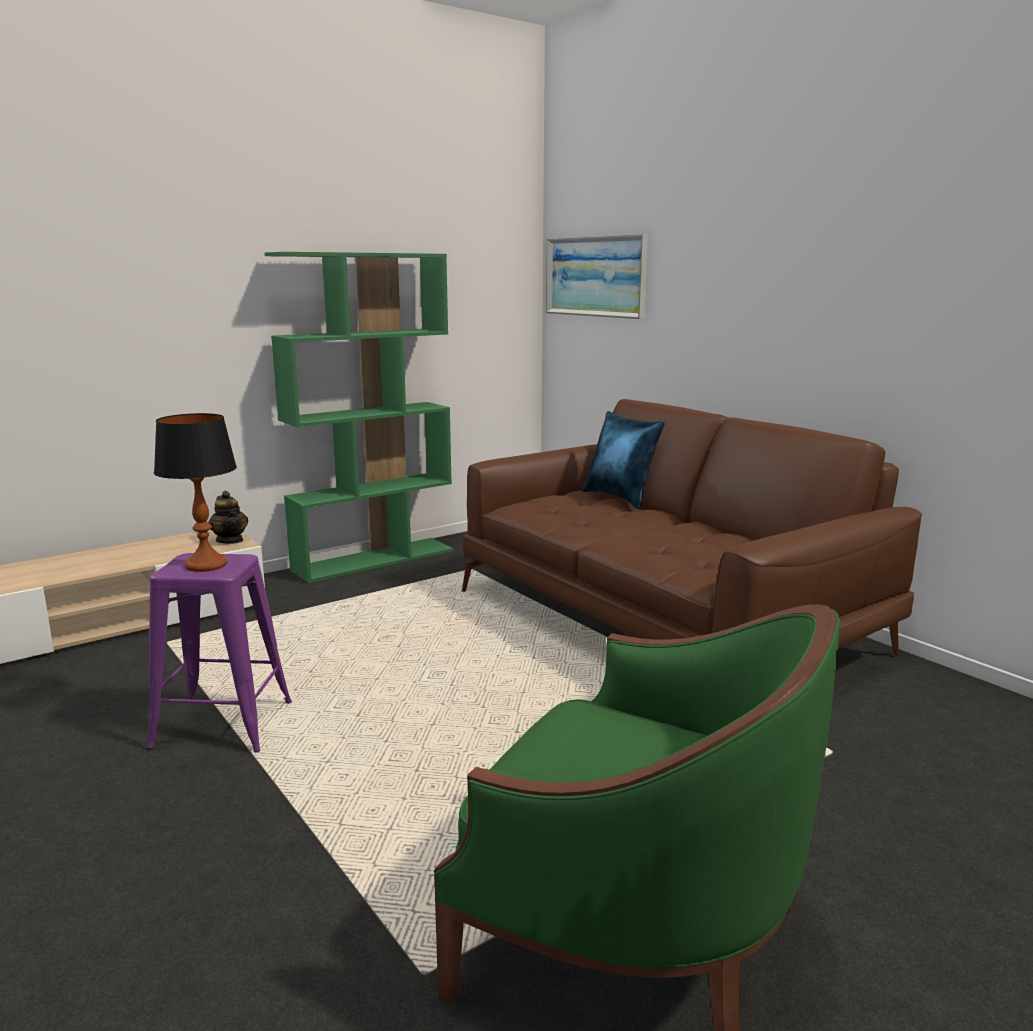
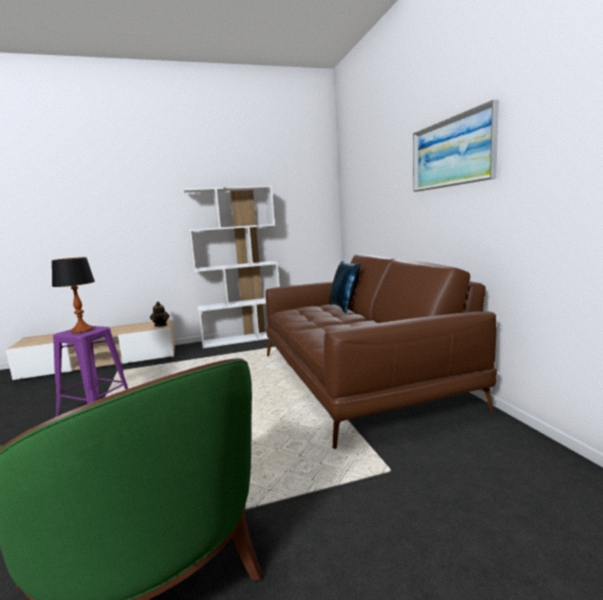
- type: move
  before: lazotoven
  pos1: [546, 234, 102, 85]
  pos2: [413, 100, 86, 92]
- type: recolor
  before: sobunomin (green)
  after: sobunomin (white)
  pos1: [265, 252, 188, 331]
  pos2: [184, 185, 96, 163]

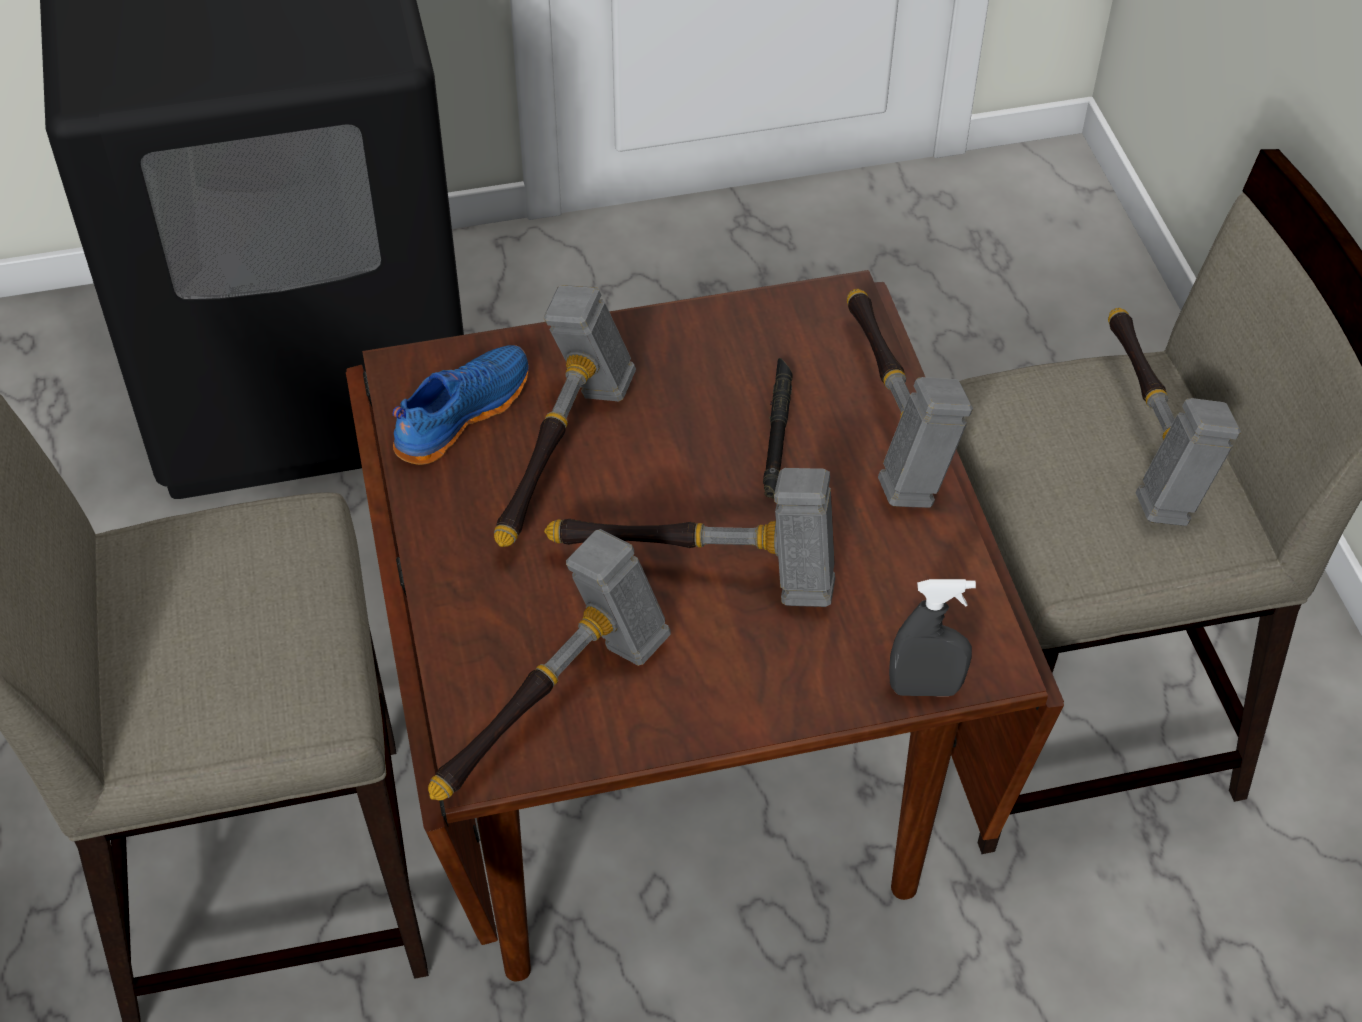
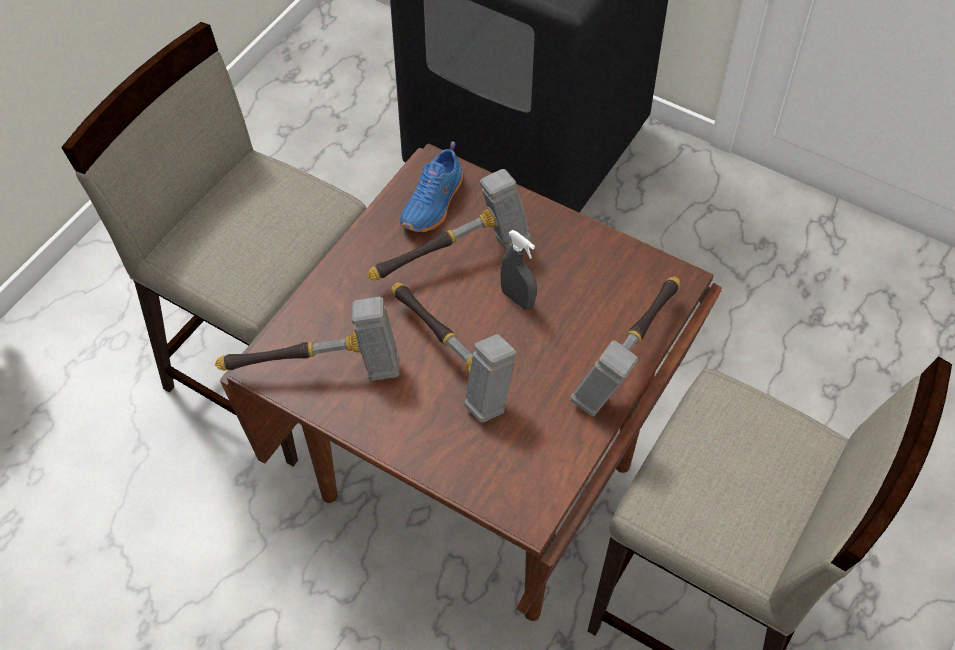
- type: delete
  before: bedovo
  pos1: [1108, 308, 133, 218]
- type: rotate
  before: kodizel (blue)
  pos1: [393, 345, 136, 120]
  pos2: [400, 141, 63, 91]
  turn: 120
- type: delete
  before: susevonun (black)
  pos1: [763, 358, 30, 141]
- type: move
  before: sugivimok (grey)
  pos1: [889, 579, 87, 117]
  pos2: [500, 230, 37, 80]

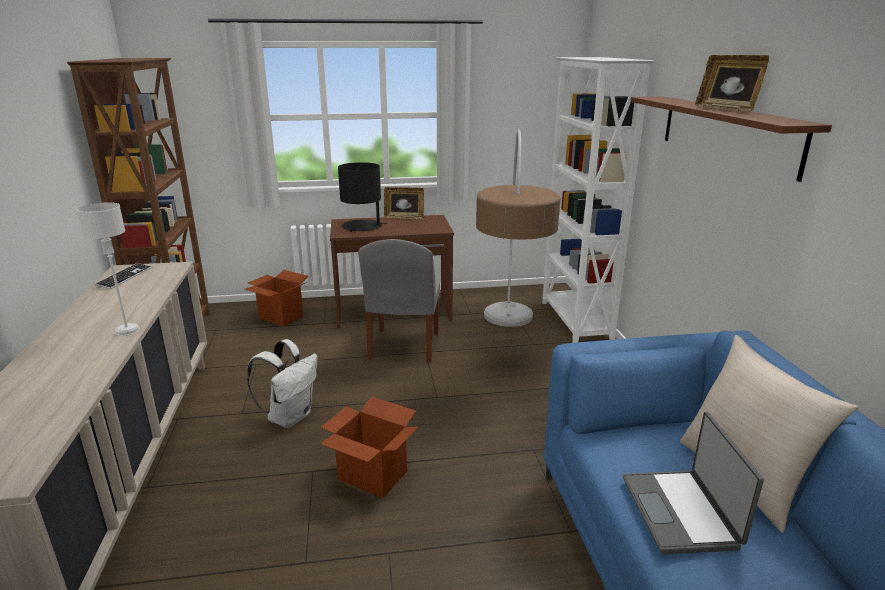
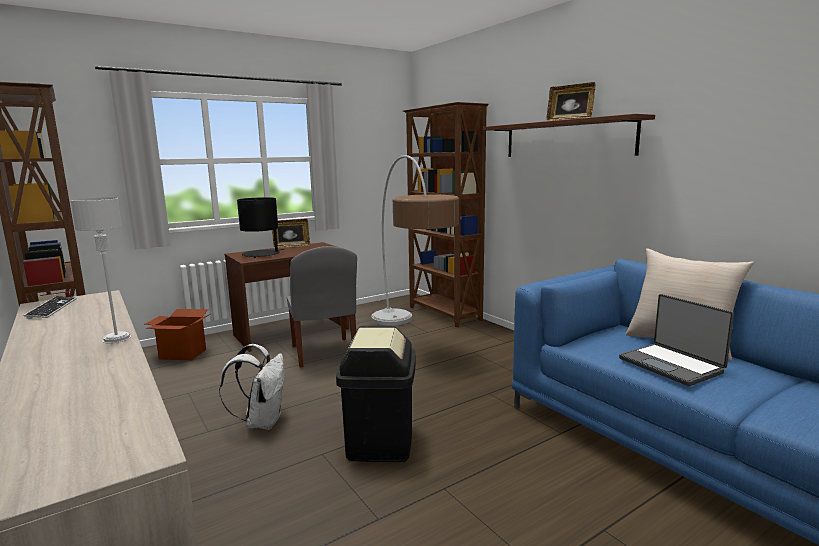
- type: recolor
  before: sobunomin (white)
  after: sobunomin (brown)
  pos1: [542, 57, 112, 286]
  pos2: [403, 102, 86, 225]
- type: replace
  before: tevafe
  after: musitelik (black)
  pos1: [320, 396, 99, 102]
  pos2: [336, 326, 79, 136]

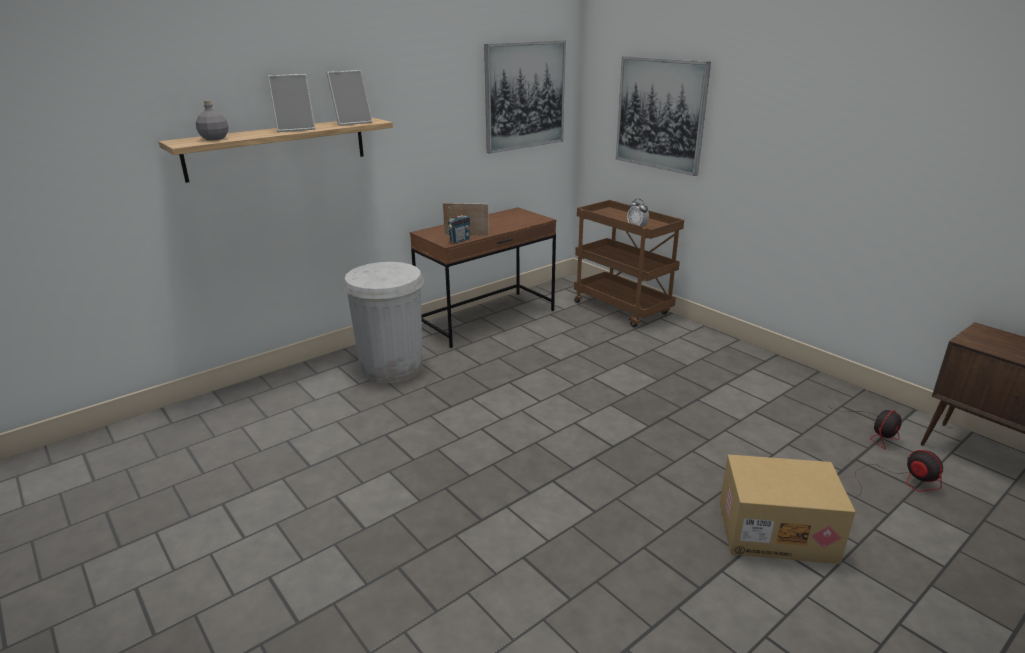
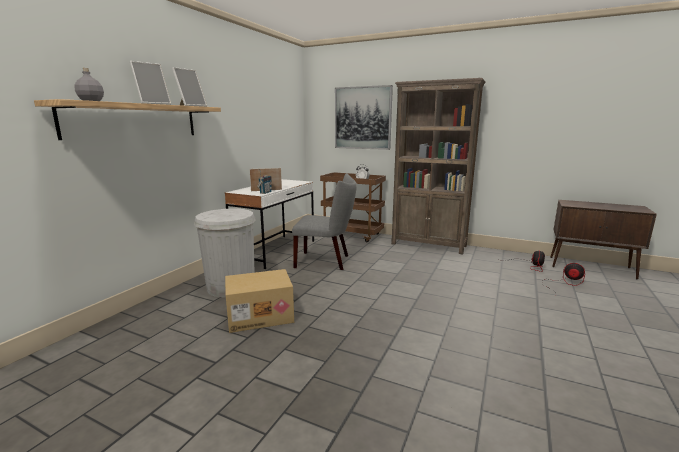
- type: delete
  before: lazotoven
  pos1: [484, 40, 82, 114]
- type: recolor
  before: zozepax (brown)
  after: zozepax (white)
  pos1: [410, 207, 146, 141]
  pos2: [225, 179, 89, 90]
- type: move
  before: tevafe
  pos1: [720, 454, 135, 110]
  pos2: [225, 269, 69, 64]
- type: insert
  after: sobunomin (brown)
  pos2: [391, 78, 95, 176]
- type: insert
  after: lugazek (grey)
  pos2: [292, 173, 65, 97]

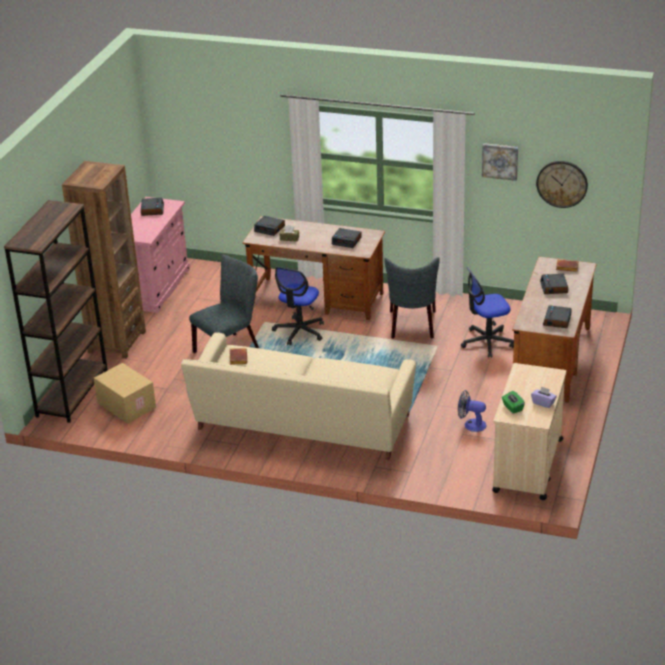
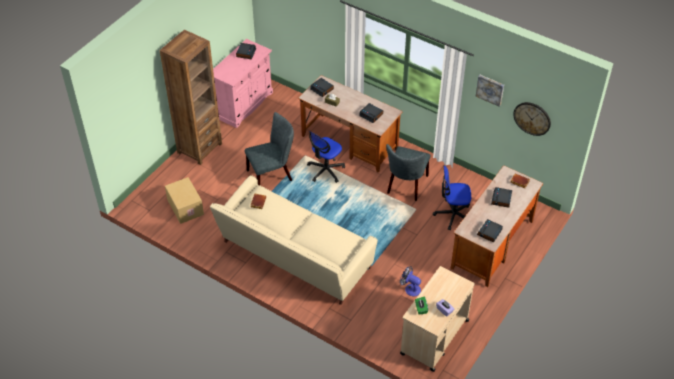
- type: delete
  before: sobunomin (brown)
  pos1: [4, 200, 104, 223]

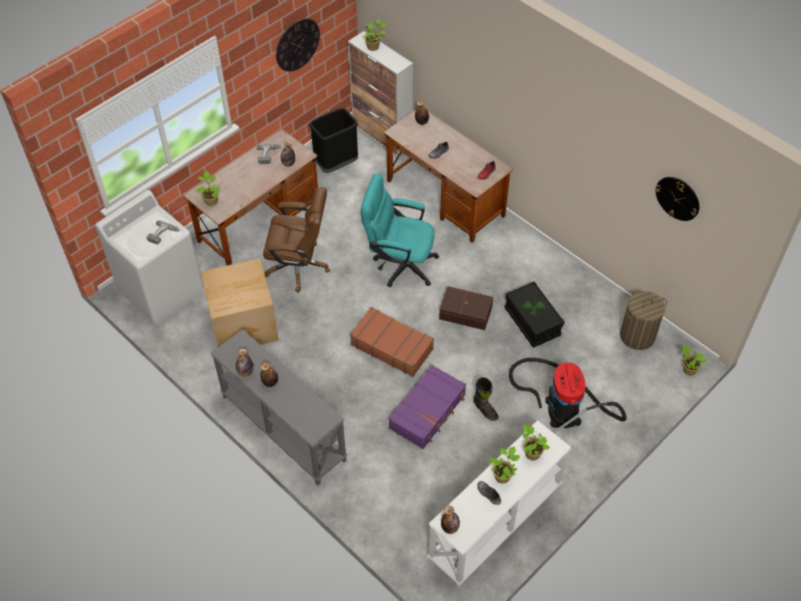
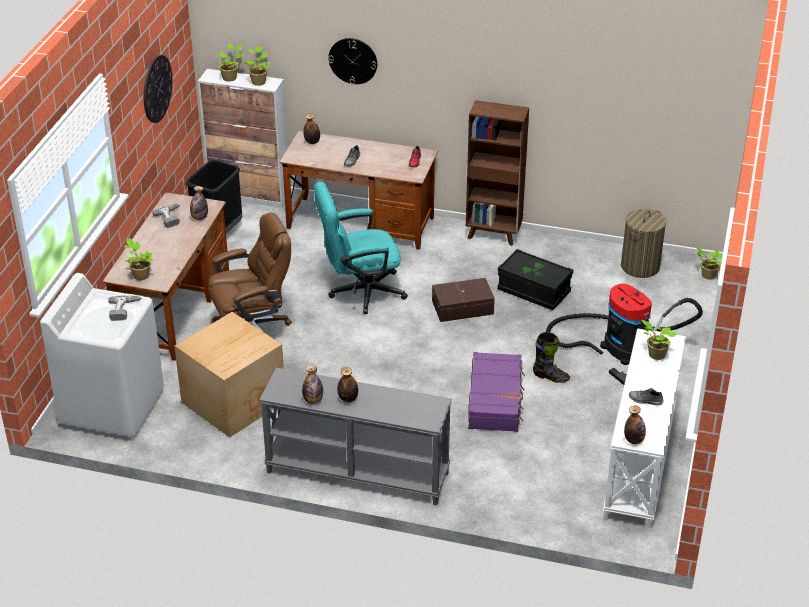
- type: move
  before: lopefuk
  pos1: [655, 177, 44, 44]
  pos2: [328, 38, 49, 47]
- type: delete
  before: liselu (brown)
  pos1: [350, 307, 84, 70]
- type: move
  before: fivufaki
  pos1: [489, 446, 31, 38]
  pos2: [243, 46, 27, 40]
- type: insert
  after: sobunomin (brown)
  pos2: [466, 100, 63, 146]

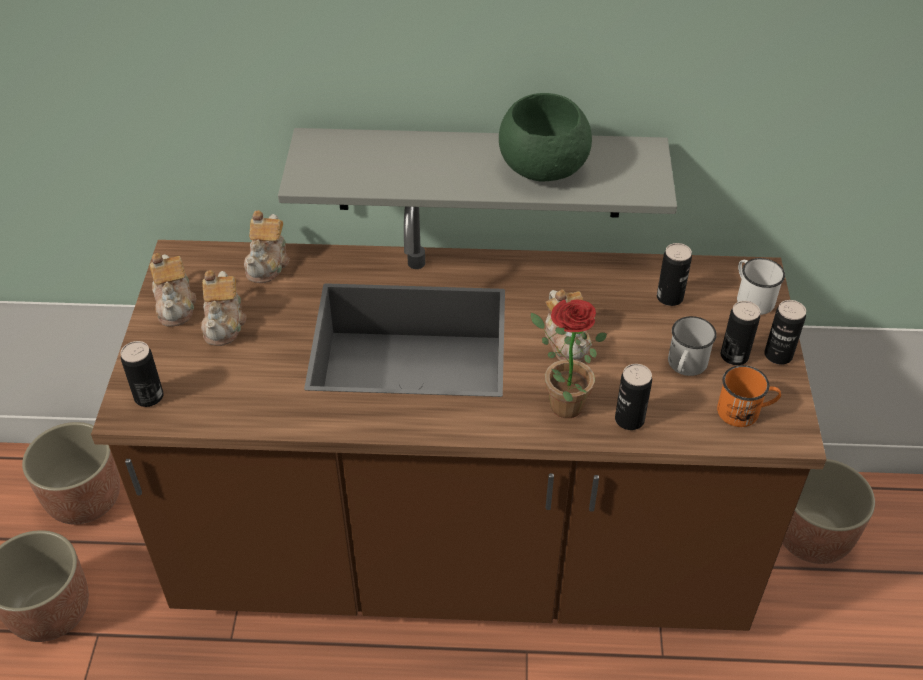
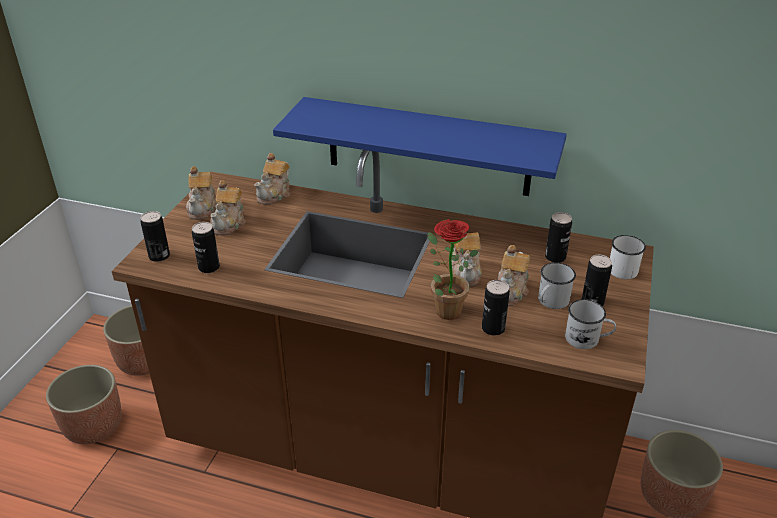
- type: delete
  before: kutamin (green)
  pos1: [499, 93, 93, 89]
- type: recolor
  before: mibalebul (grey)
  after: mibalebul (blue)
  pos1: [278, 128, 399, 90]
  pos2: [273, 97, 294, 99]
- type: move
  before: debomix
  pos1: [764, 300, 42, 65]
  pos2: [192, 222, 28, 51]
- type: recolor
  before: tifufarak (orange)
  after: tifufarak (white)
  pos1: [717, 365, 64, 62]
  pos2: [565, 299, 51, 50]
- type: insert
  after: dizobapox
  pos2: [498, 245, 32, 61]

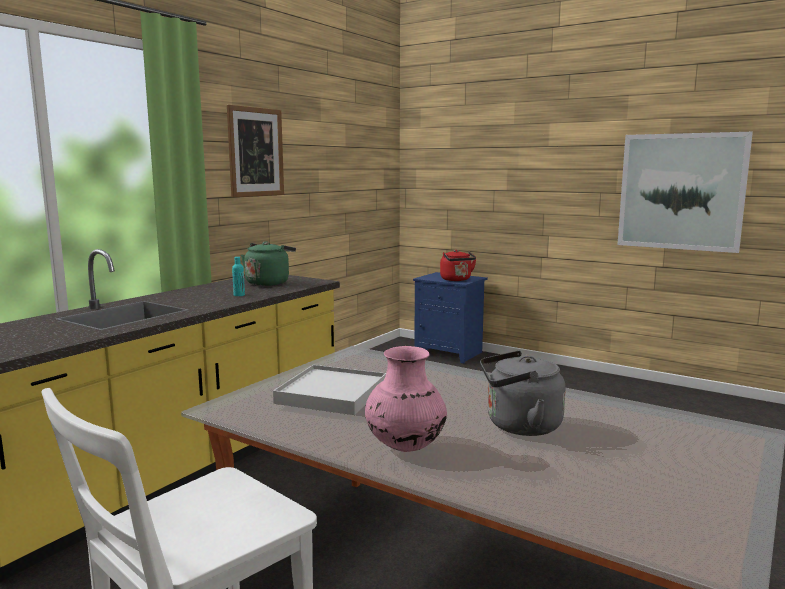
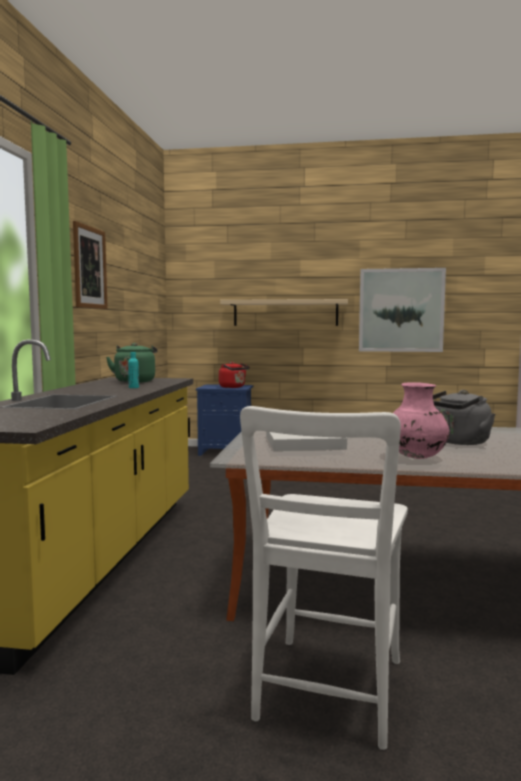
- type: insert
  after: mibalebul (beige)
  pos2: [220, 299, 128, 27]

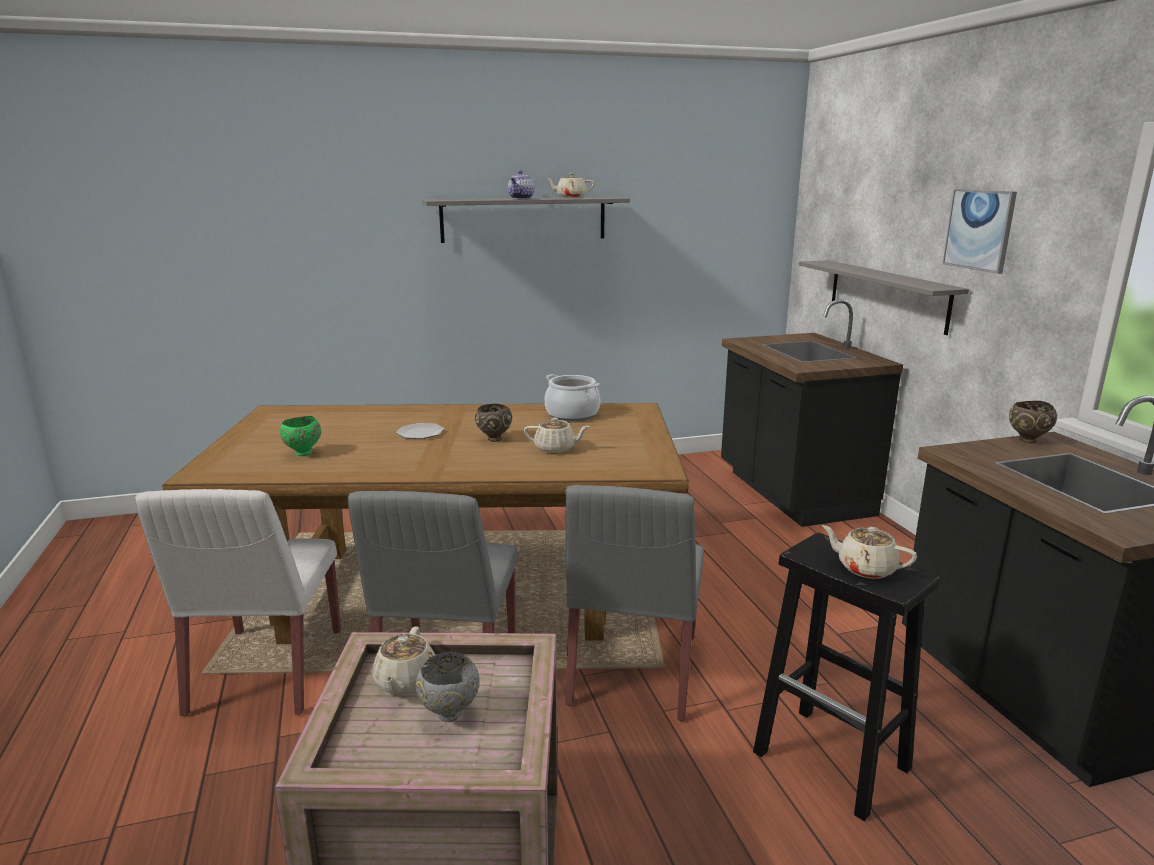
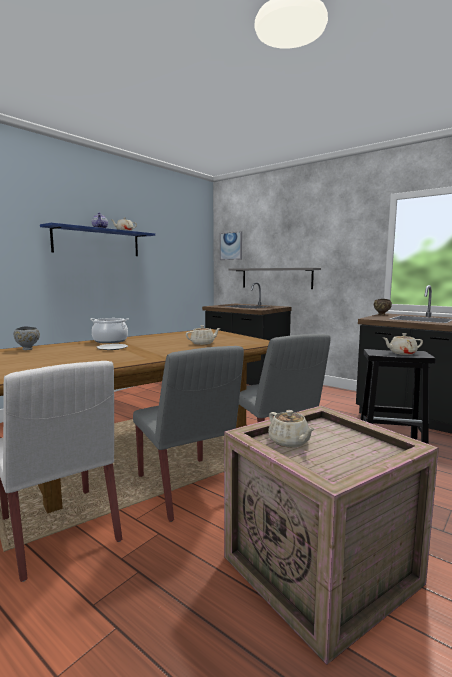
- type: move
  before: lazotoven
  pos1: [943, 189, 74, 85]
  pos2: [220, 231, 22, 29]
- type: recolor
  before: mibalebul (grey)
  after: mibalebul (blue)
  pos1: [422, 197, 208, 46]
  pos2: [40, 222, 115, 34]
- type: move
  before: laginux
  pos1: [545, 374, 55, 47]
  pos2: [90, 318, 39, 25]
- type: delete
  before: kutamin (brown)
  pos1: [475, 404, 37, 38]
- type: delete
  before: kutamin (green)
  pos1: [280, 416, 41, 40]
- type: move
  before: kutamin (grey)
  pos1: [416, 652, 64, 70]
  pos2: [14, 326, 26, 24]

